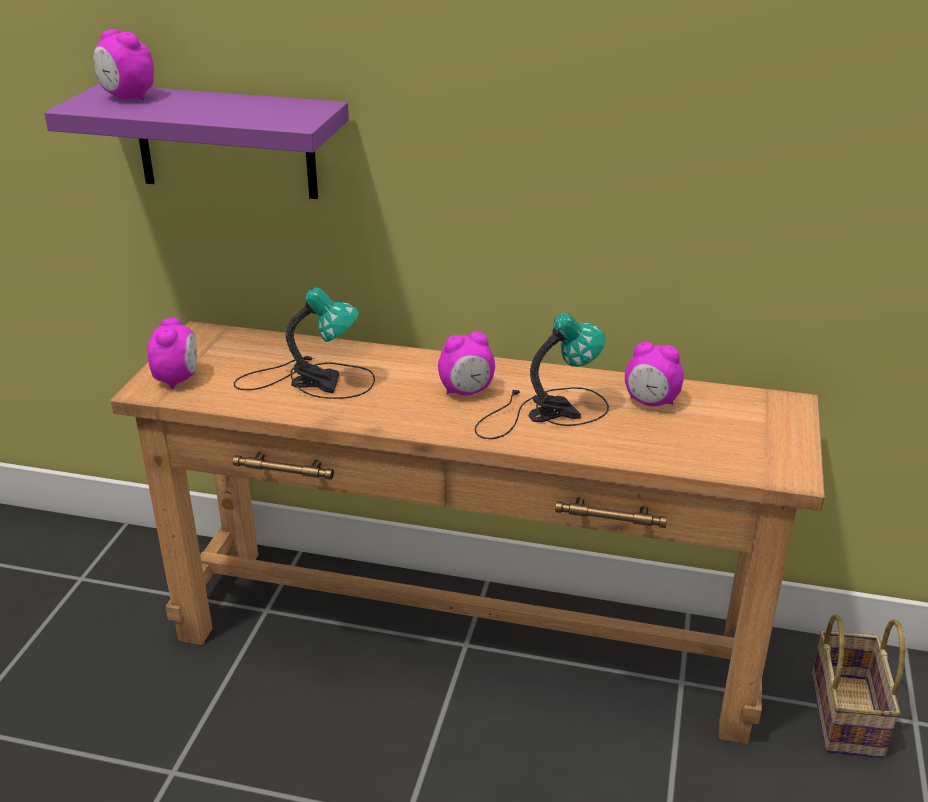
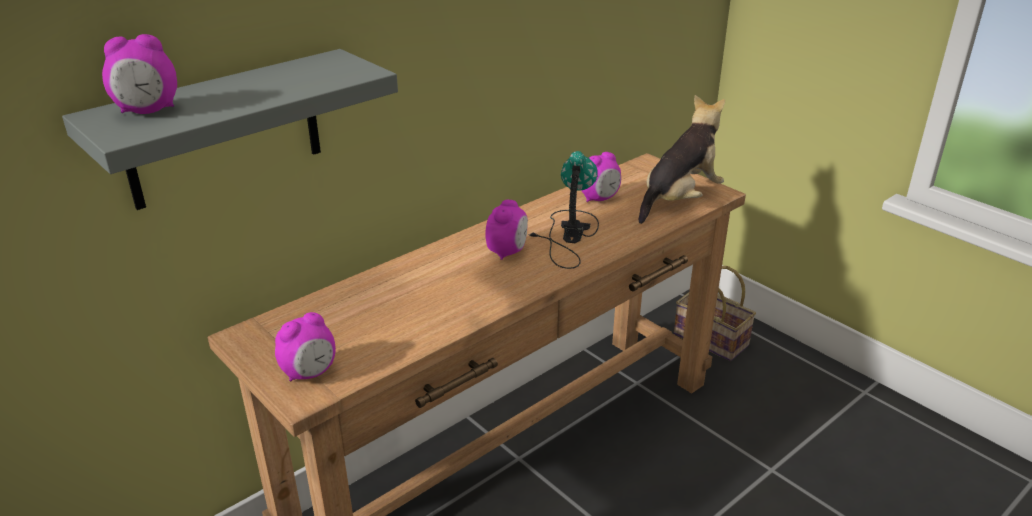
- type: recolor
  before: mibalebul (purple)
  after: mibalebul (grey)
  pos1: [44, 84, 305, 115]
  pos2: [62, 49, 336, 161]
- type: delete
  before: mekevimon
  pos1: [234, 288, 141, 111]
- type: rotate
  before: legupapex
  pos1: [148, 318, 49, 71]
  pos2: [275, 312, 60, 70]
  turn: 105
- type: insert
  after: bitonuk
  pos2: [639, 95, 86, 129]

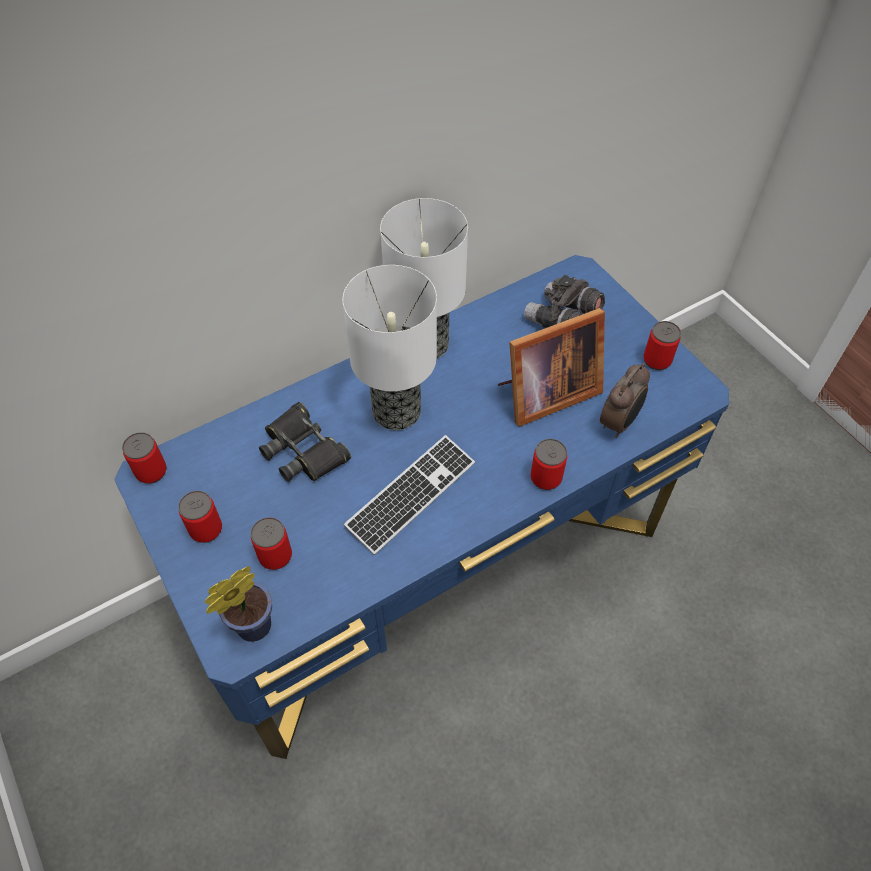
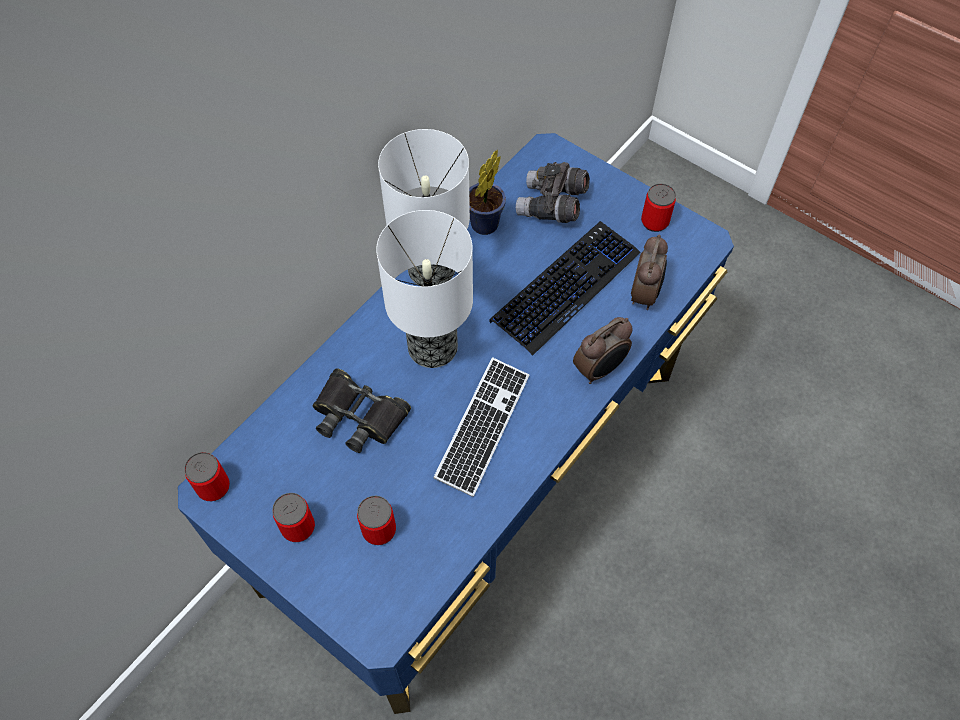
- type: replace
  before: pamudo
  after: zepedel
  pos1: [498, 308, 107, 119]
  pos2: [489, 221, 152, 135]
- type: replace
  before: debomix
  after: legupapex
  pos1: [531, 439, 36, 51]
  pos2: [573, 317, 59, 67]
- type: move
  before: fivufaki
  pos1: [204, 566, 68, 76]
  pos2: [469, 150, 37, 85]

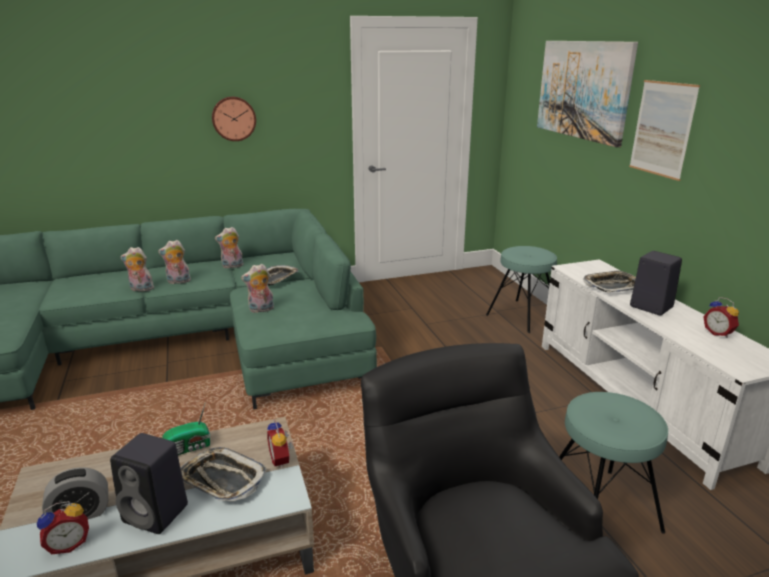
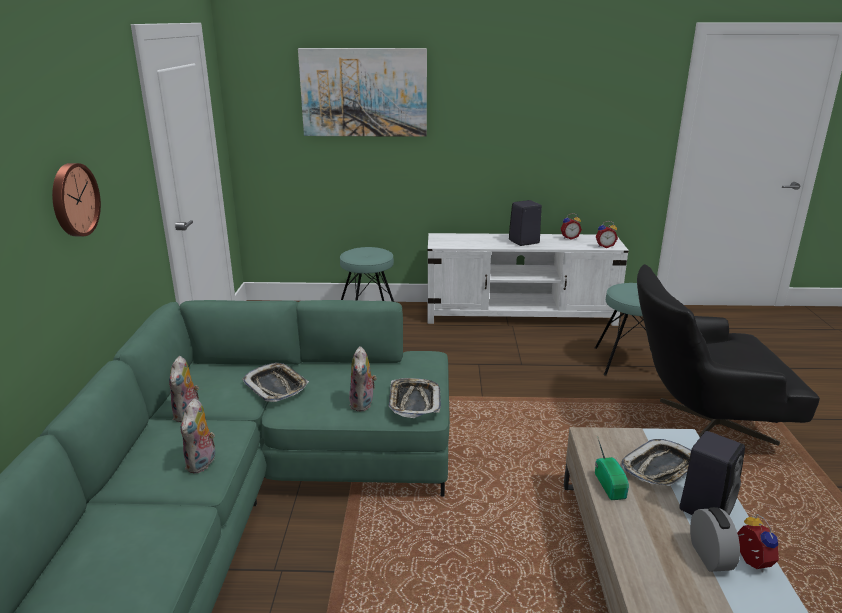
- type: delete
  before: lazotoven
  pos1: [629, 80, 71, 101]
- type: delete
  before: bitonuk
  pos1: [120, 247, 34, 45]
- type: move
  before: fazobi
  pos1: [583, 270, 53, 23]
  pos2: [389, 378, 52, 40]
- type: move
  before: legupapex
  pos1: [267, 419, 26, 49]
  pos2: [596, 221, 22, 27]

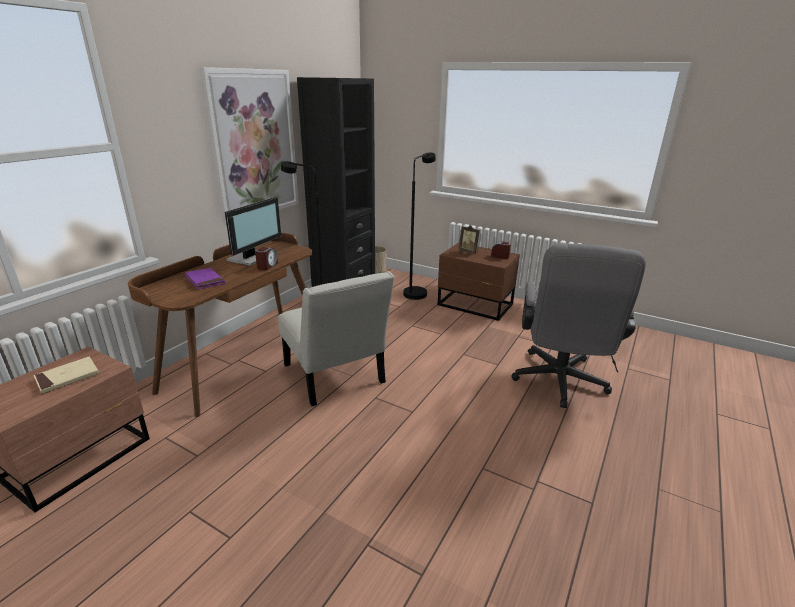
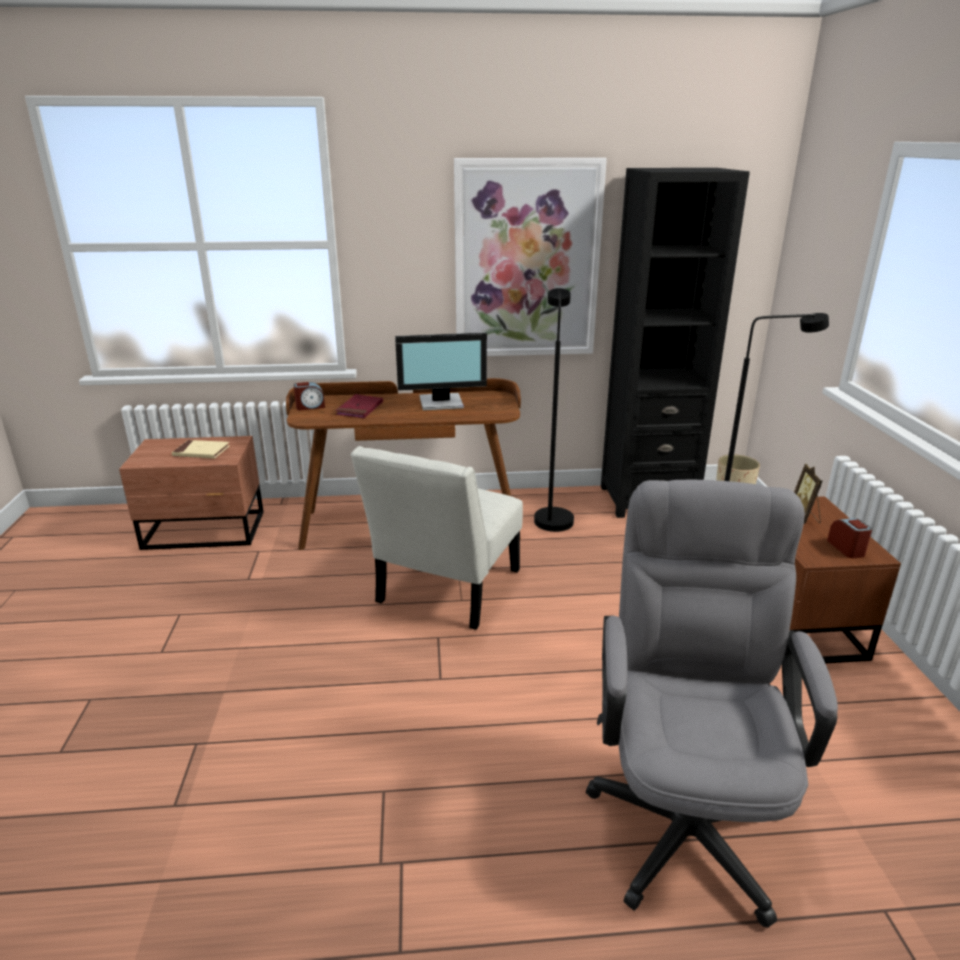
- type: rotate
  before: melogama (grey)
  pos1: [511, 244, 135, 164]
  pos2: [586, 480, 252, 448]
  turn: 120
- type: move
  before: legupapex
  pos1: [255, 247, 23, 23]
  pos2: [294, 382, 31, 28]
- type: recolor
  before: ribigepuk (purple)
  after: ribigepuk (red)
  pos1: [185, 268, 40, 22]
  pos2: [335, 394, 48, 24]

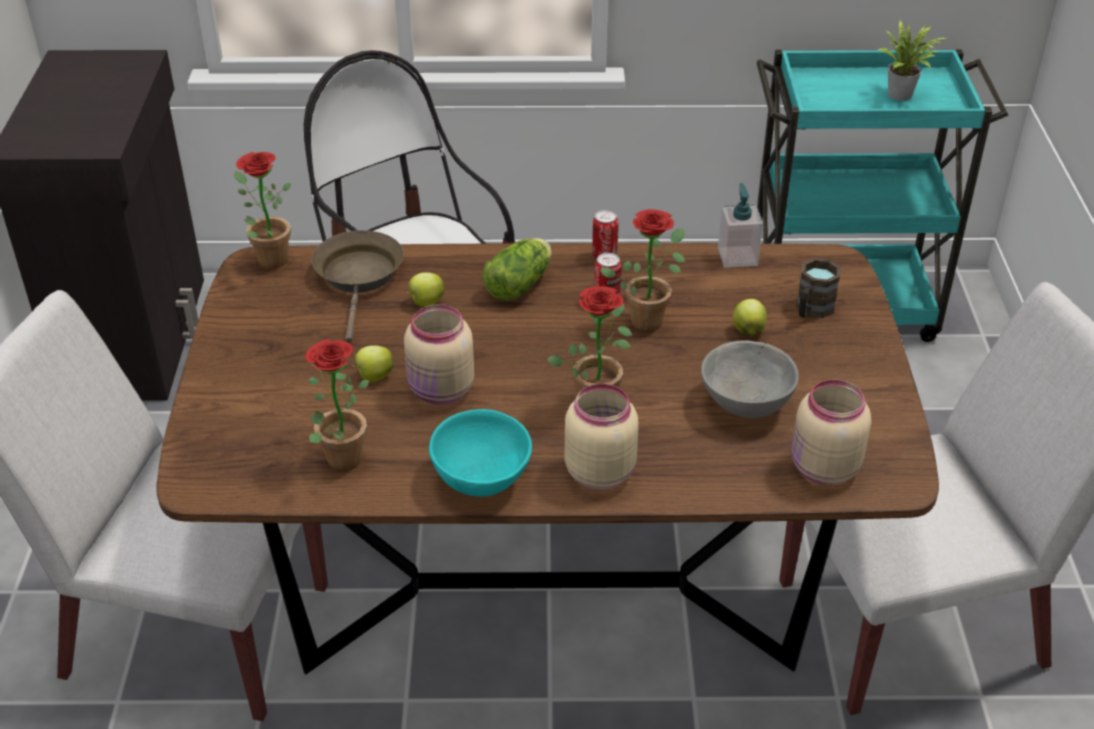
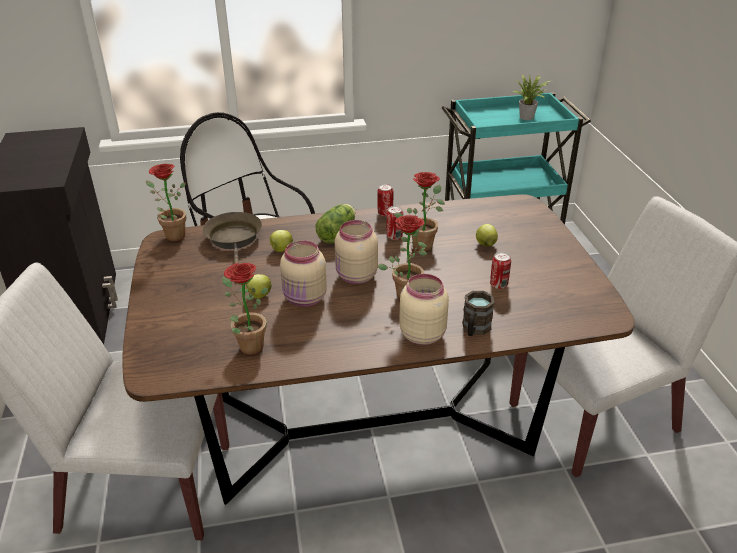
- type: delete
  before: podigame
  pos1: [718, 183, 45, 85]
- type: move
  before: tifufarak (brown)
  pos1: [796, 258, 45, 60]
  pos2: [462, 291, 33, 45]
- type: replace
  before: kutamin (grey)
  after: debomix
  pos1: [701, 340, 98, 78]
  pos2: [490, 252, 21, 37]
- type: move
  before: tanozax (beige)
  pos1: [791, 379, 80, 106]
  pos2: [335, 220, 43, 64]
- type: delete
  before: kutamin (turquoise)
  pos1: [429, 409, 103, 87]

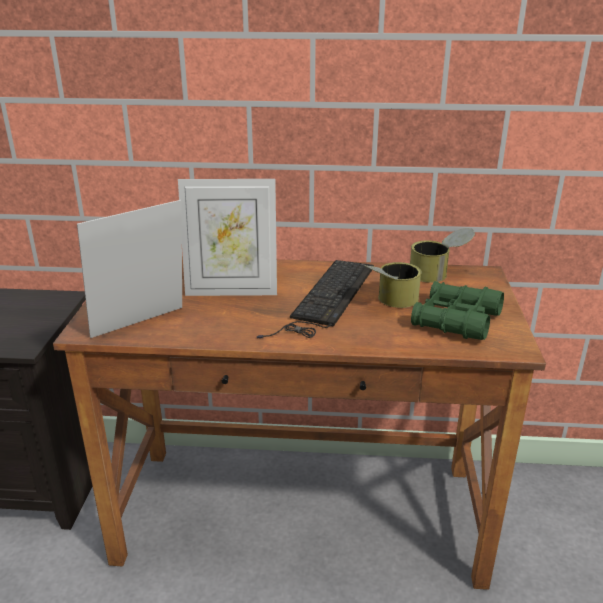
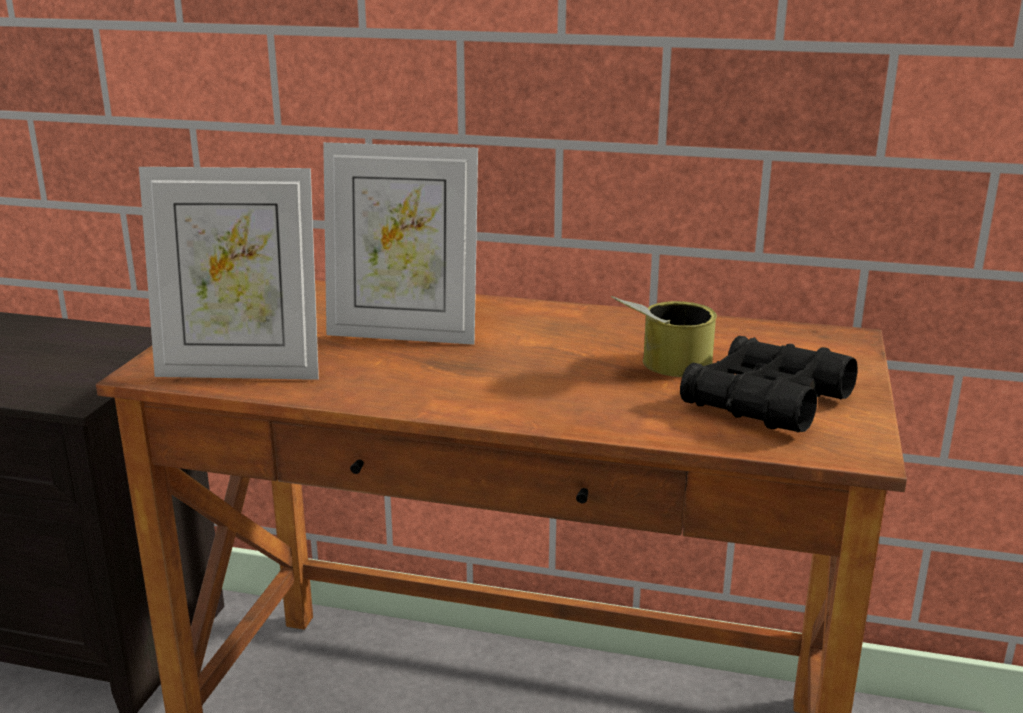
- type: rotate
  before: pamudo
  pos1: [77, 200, 105, 138]
  pos2: [139, 167, 180, 213]
  turn: -150
- type: delete
  before: debomix
  pos1: [410, 228, 65, 55]
- type: delete
  before: zepedel
  pos1: [257, 260, 117, 78]
- type: recolor
  before: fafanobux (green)
  after: fafanobux (black)
  pos1: [411, 281, 93, 59]
  pos2: [680, 336, 178, 97]

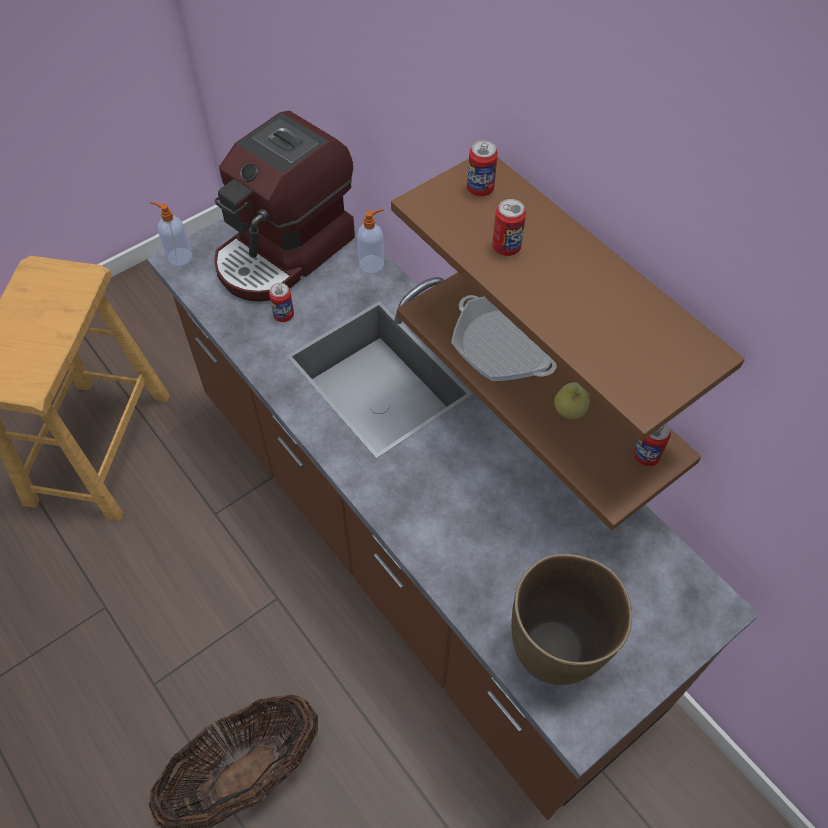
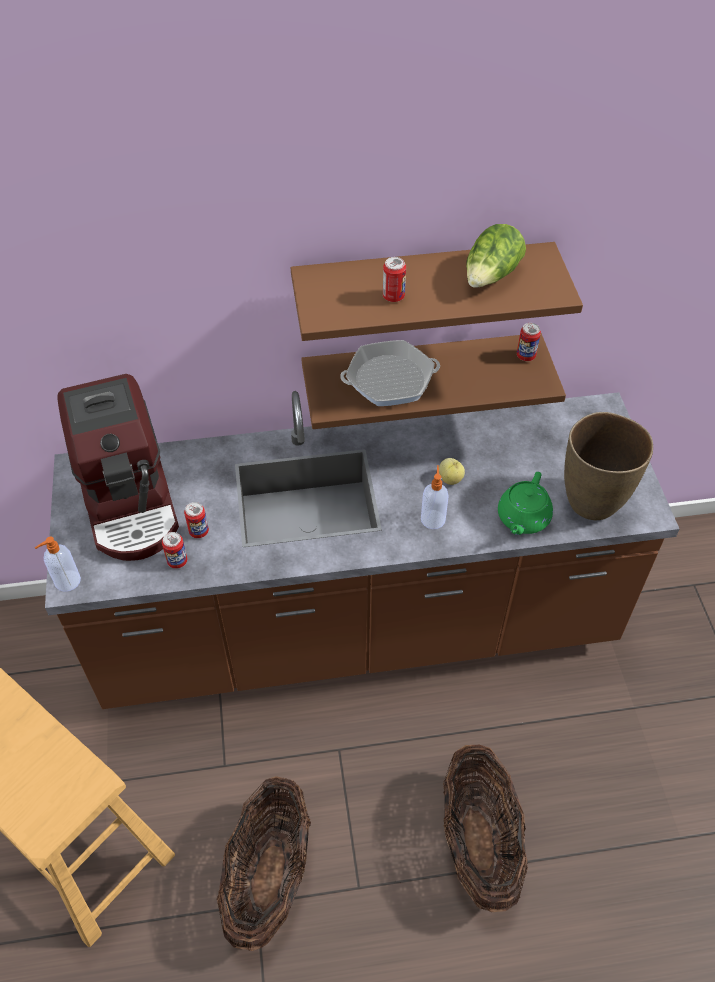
- type: move
  before: debomix
  pos1: [467, 140, 31, 57]
  pos2: [162, 532, 25, 37]
- type: move
  before: podigame
  pos1: [357, 209, 27, 64]
  pos2: [421, 465, 28, 64]
- type: move
  before: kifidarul
  pos1: [554, 382, 36, 37]
  pos2: [439, 458, 26, 27]
- type: insert
  after: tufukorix
  pos2: [466, 224, 60, 64]
- type: insert
  after: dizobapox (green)
  pos2: [498, 472, 55, 63]
- type: insert
  after: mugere
  pos2: [216, 776, 95, 175]

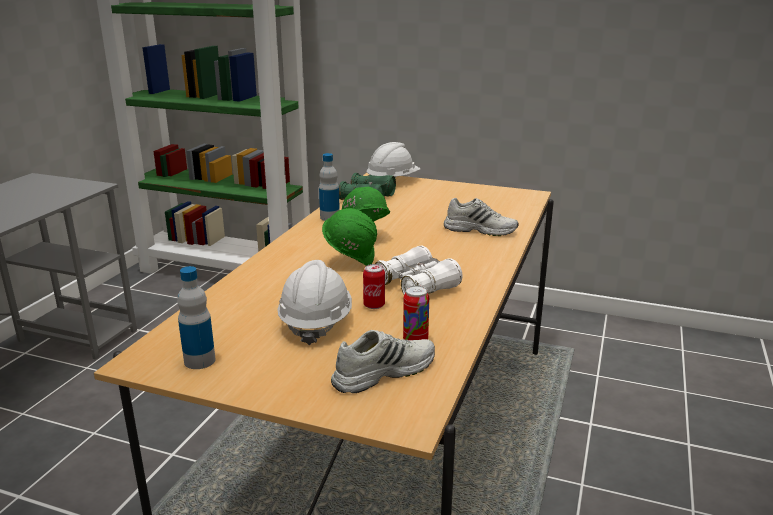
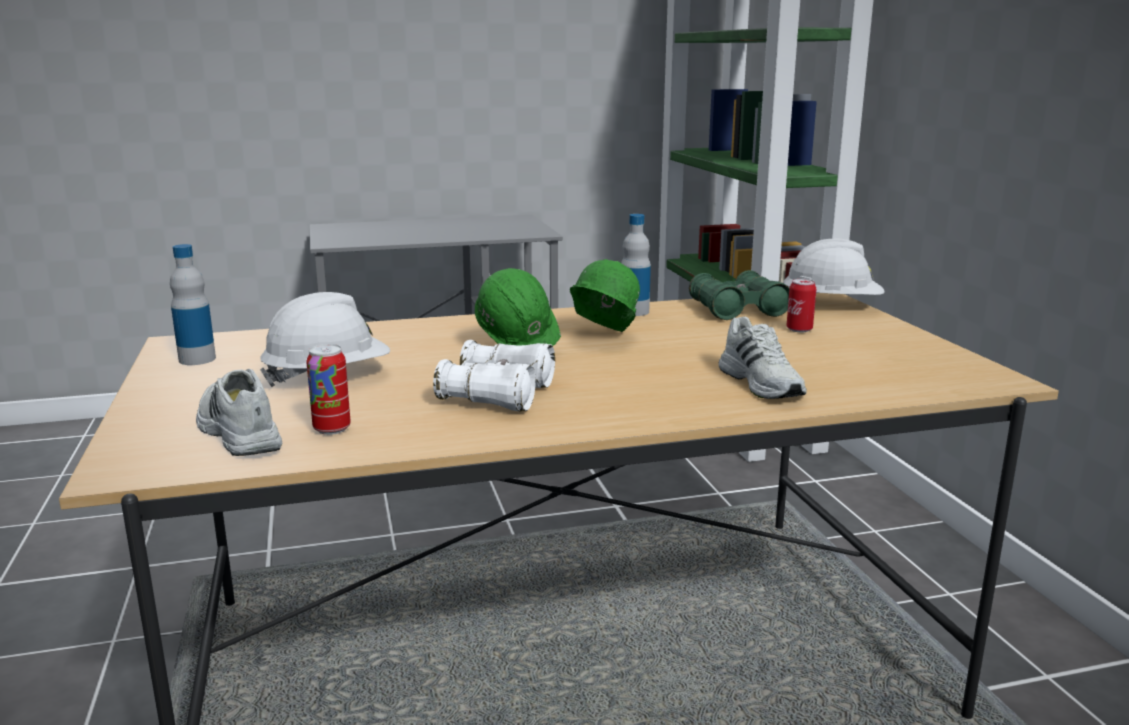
- type: move
  before: debomix
  pos1: [363, 264, 22, 45]
  pos2: [786, 279, 30, 53]
- type: rotate
  before: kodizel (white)
  pos1: [331, 330, 104, 63]
  pos2: [196, 368, 86, 88]
  turn: -150

